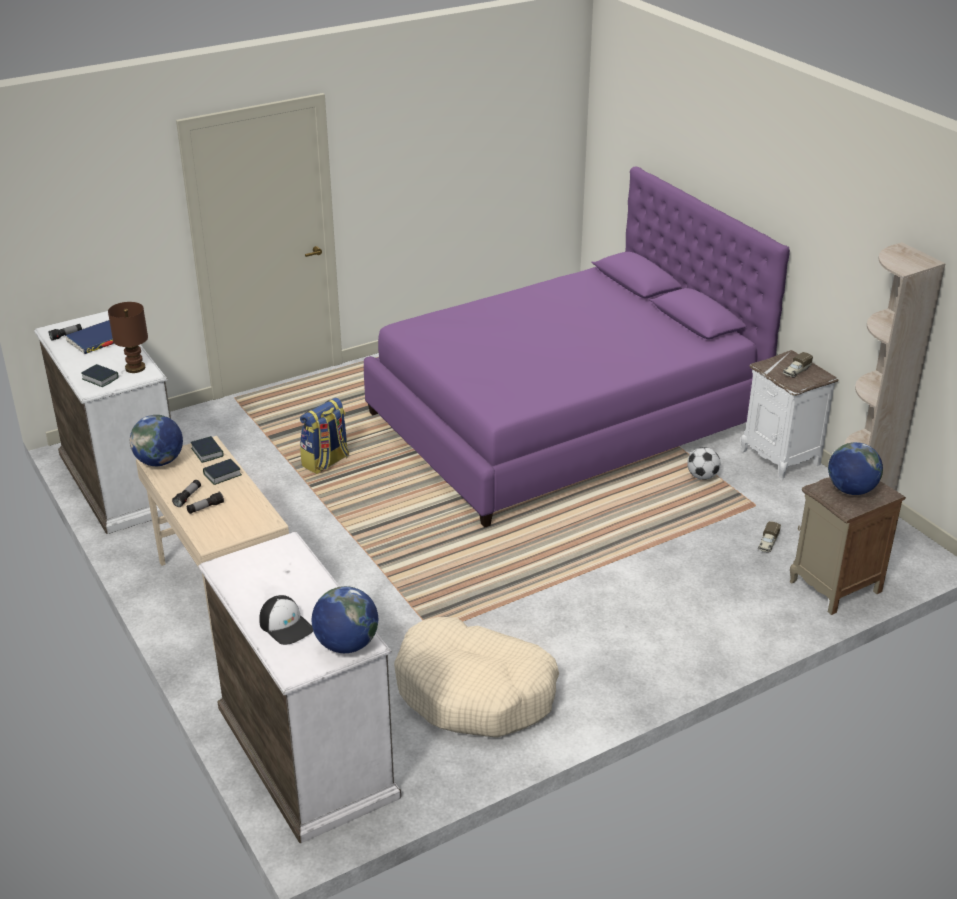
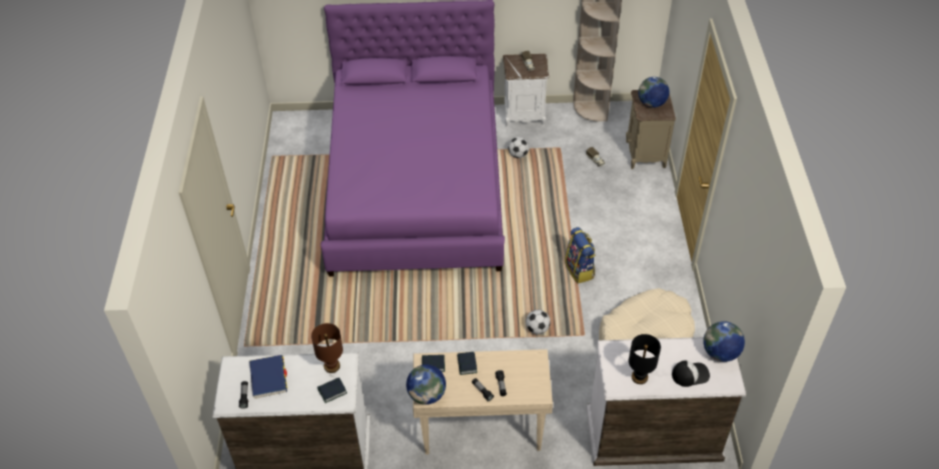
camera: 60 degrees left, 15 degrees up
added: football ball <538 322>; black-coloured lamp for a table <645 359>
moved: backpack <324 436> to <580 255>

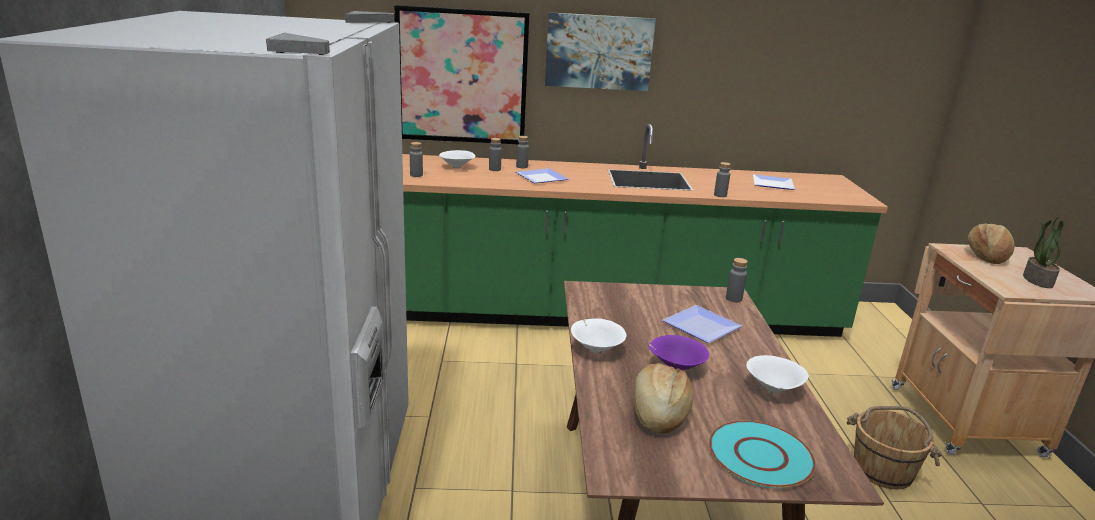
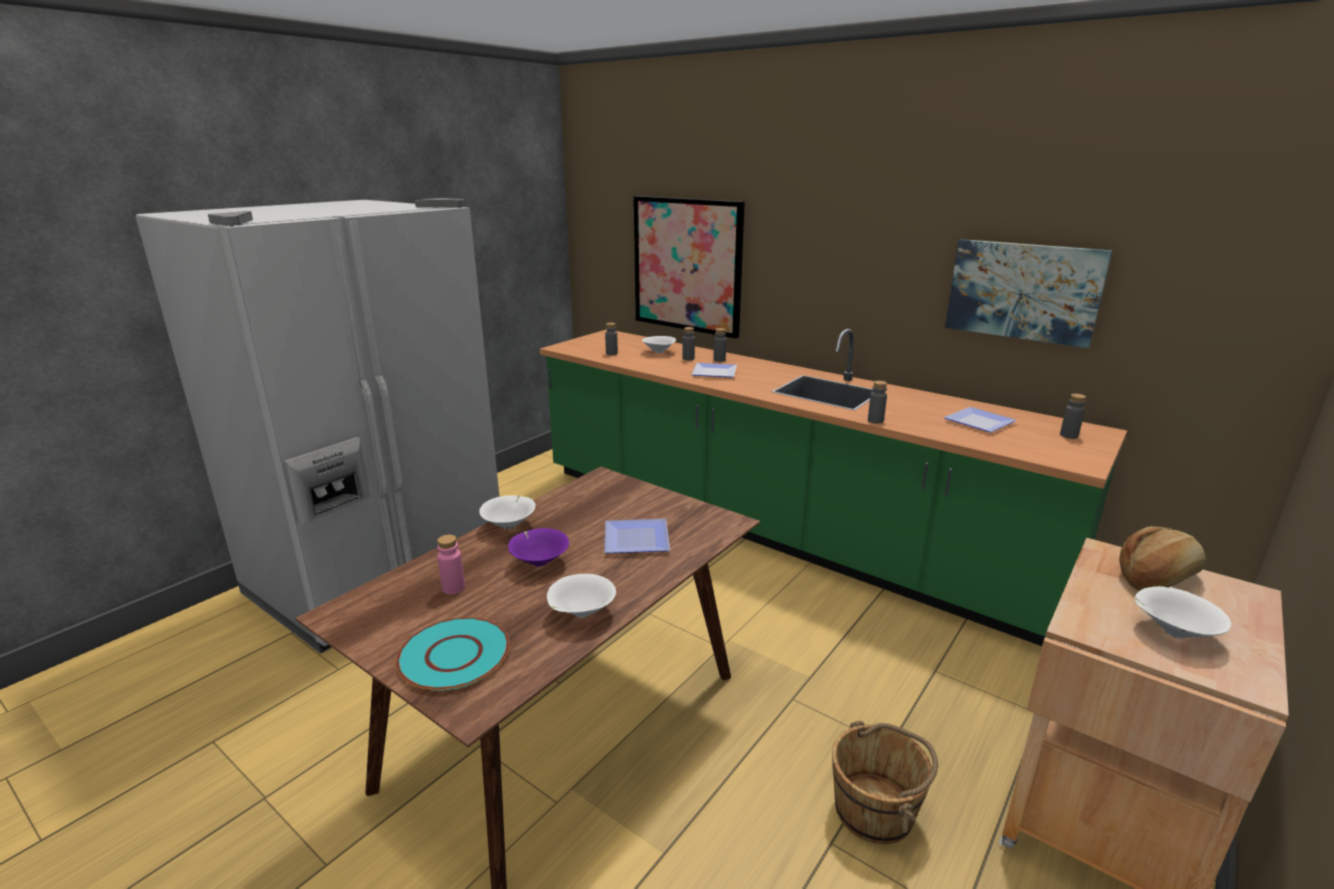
camera: 40 degrees right, 0 degrees up
moved: wall art <600 51> to <1029 293>; greyish drink bottle <737 280> to <1073 416>
replaced: bakery bread <663 398> to pink-coloured drink bottle <451 564>; potted plant <1043 252> to whitish serving bowl <1182 612>

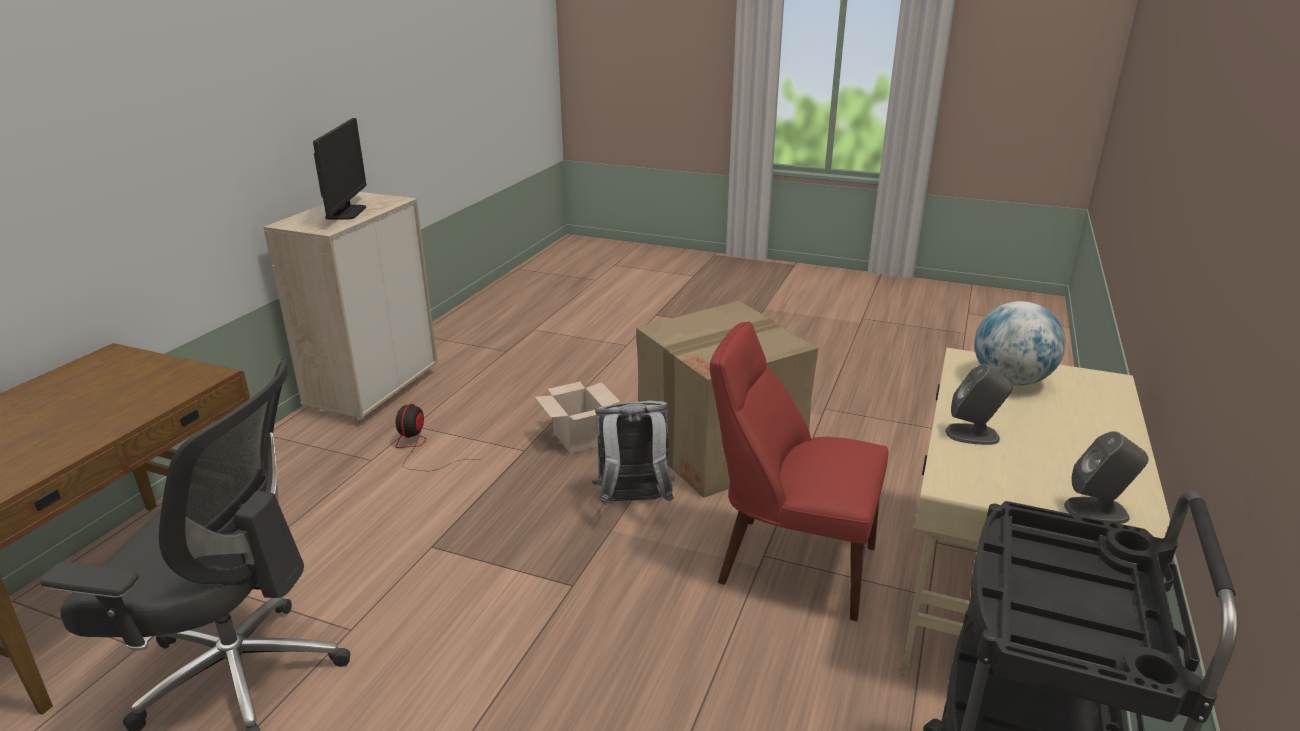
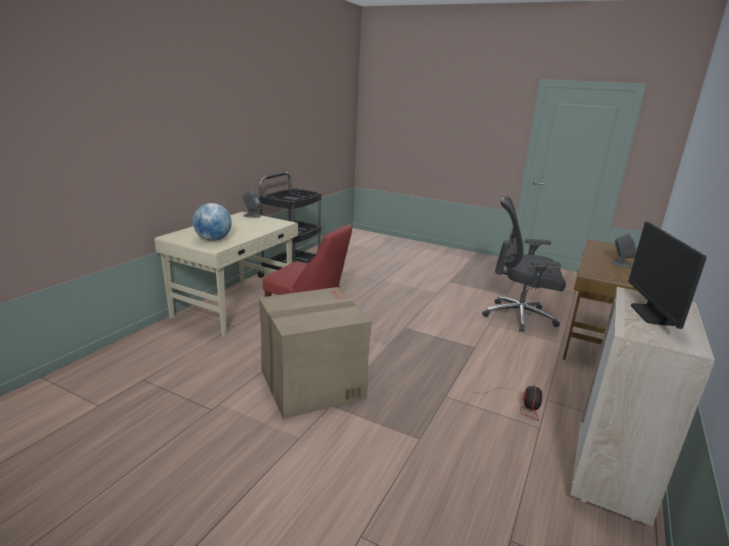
camera: 175 degrees left, 5 degrees down
removed: packing box <577 418>; greyish backpack <633 453>
moved: greyish audio speaker <979 404> to <624 250>

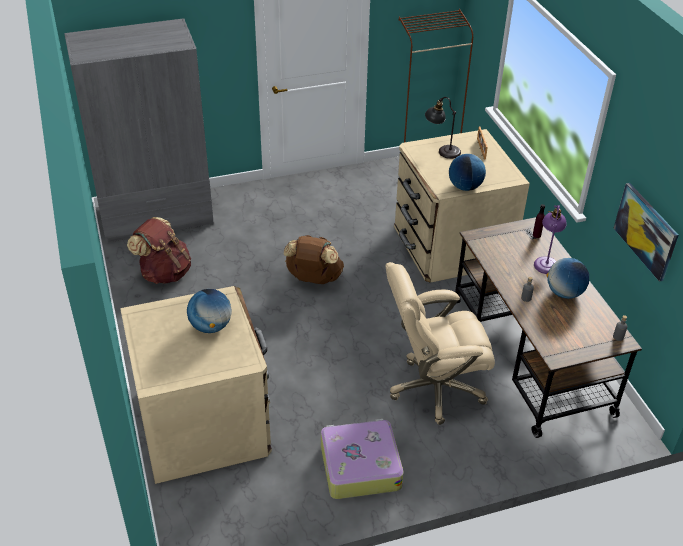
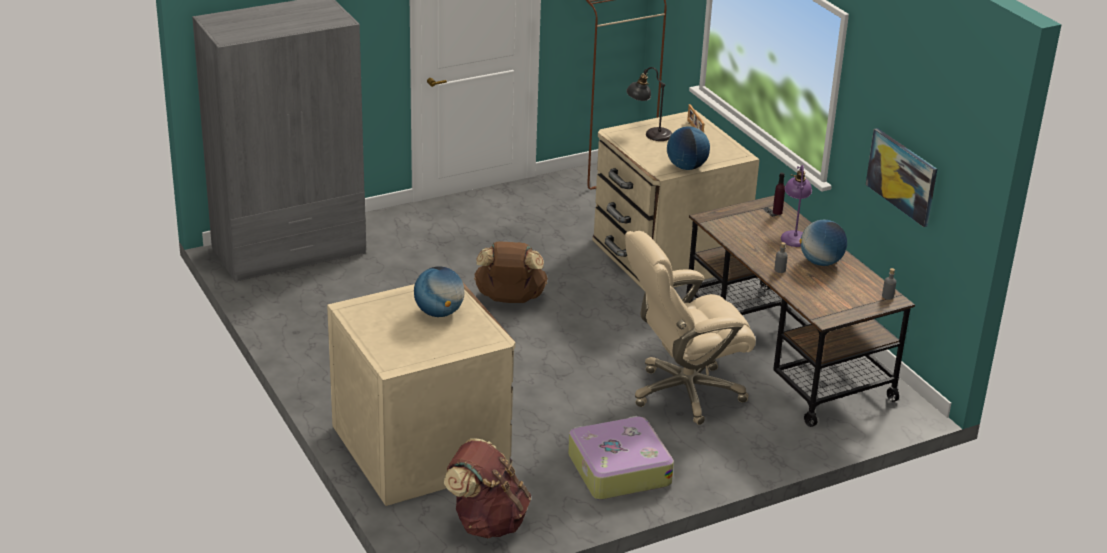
camera: 10 degrees left, 10 degrees down
moved: brownish backpack <159 250> to <487 488>

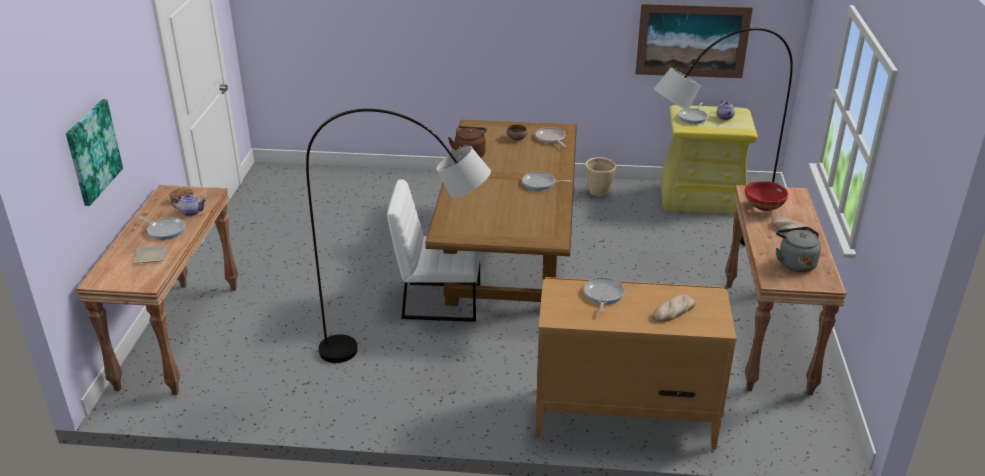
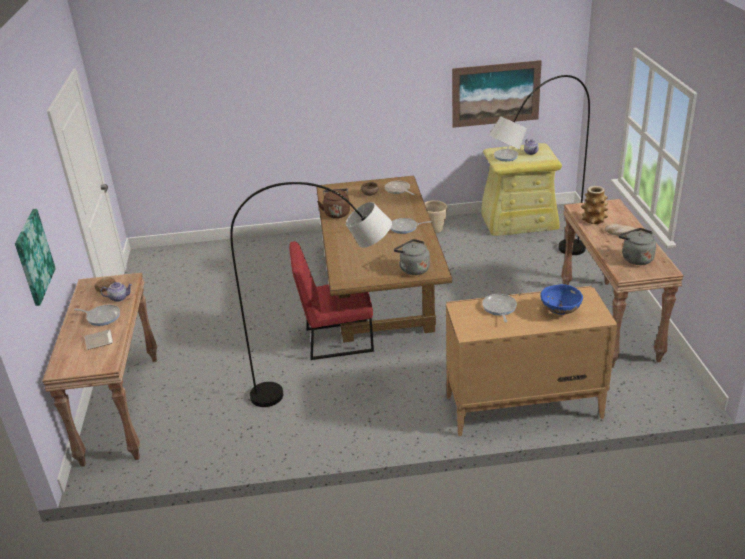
camera: 10 degrees left, 0 degrees up
added: greyish kettle <412 257>
replaced: bakery bread <674 308> to bluish serving bowl <561 299>; red serving bowl <767 196> to flower vase <594 205>
recoloured: whitish plain chair <434 250> to red plain chair <331 300>

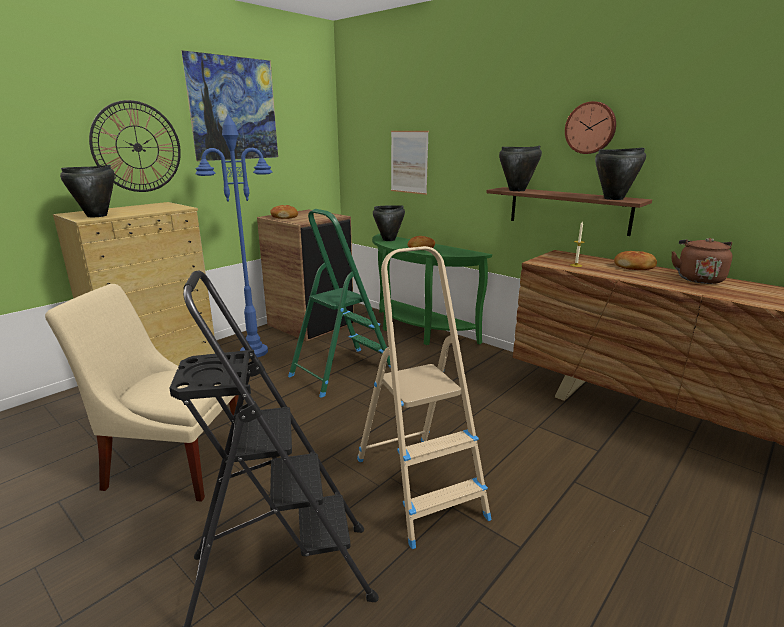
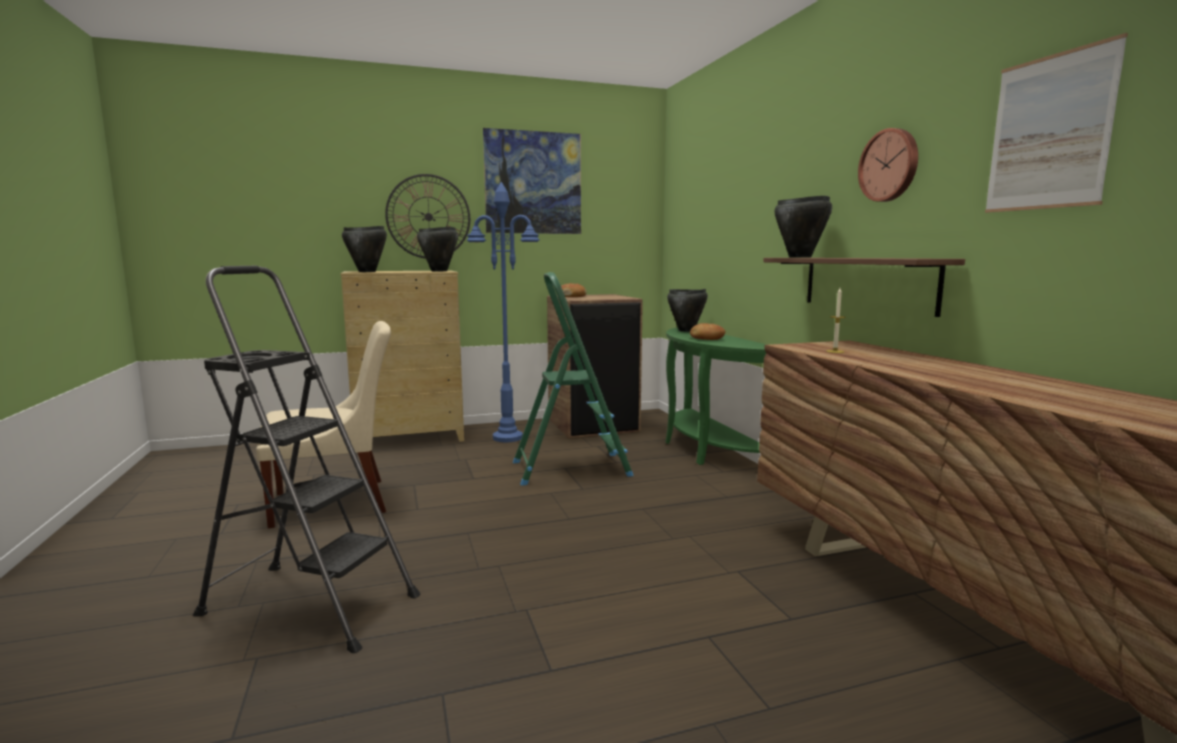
camera: 30 degrees right, 10 degrees down
removed: sand-coloured stepladder <424 397>; bakery bread <635 260>; brownish kettle <702 261>
moved: wall art <410 163> to <1056 123>; black-coloured saucepot <620 174> to <437 249>
turned: sand-coloured plain chair <142 393> = <323 424> 120 degrees clockwise

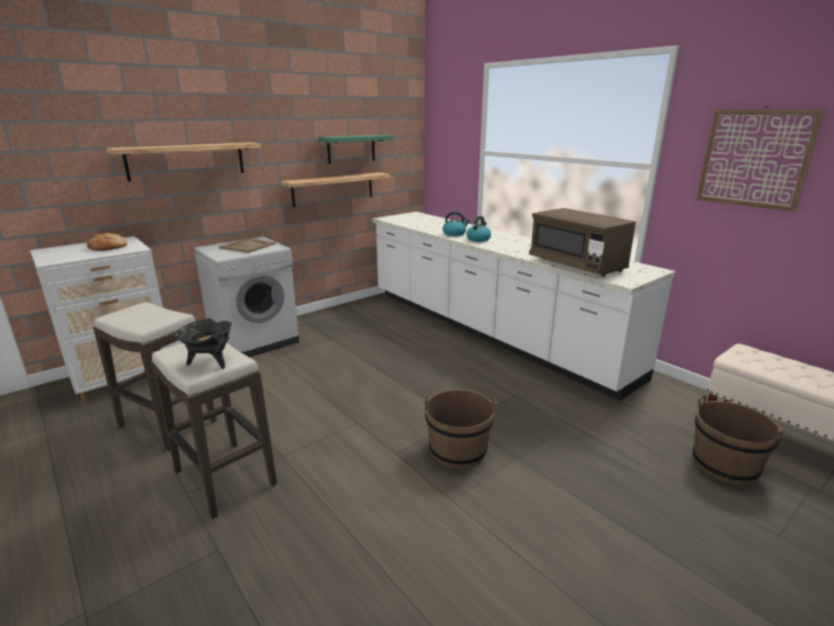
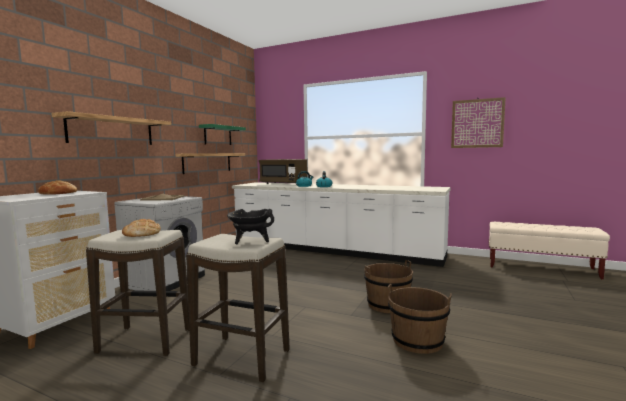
camera: 25 degrees left, 15 degrees down
added: bakery bread <141 228>
moved: brownish kitchen microwave <582 242> to <283 172>; brownish bucket <739 439> to <419 319>

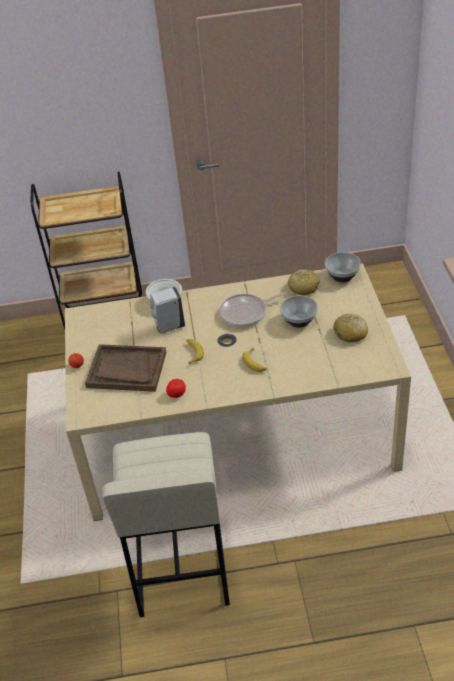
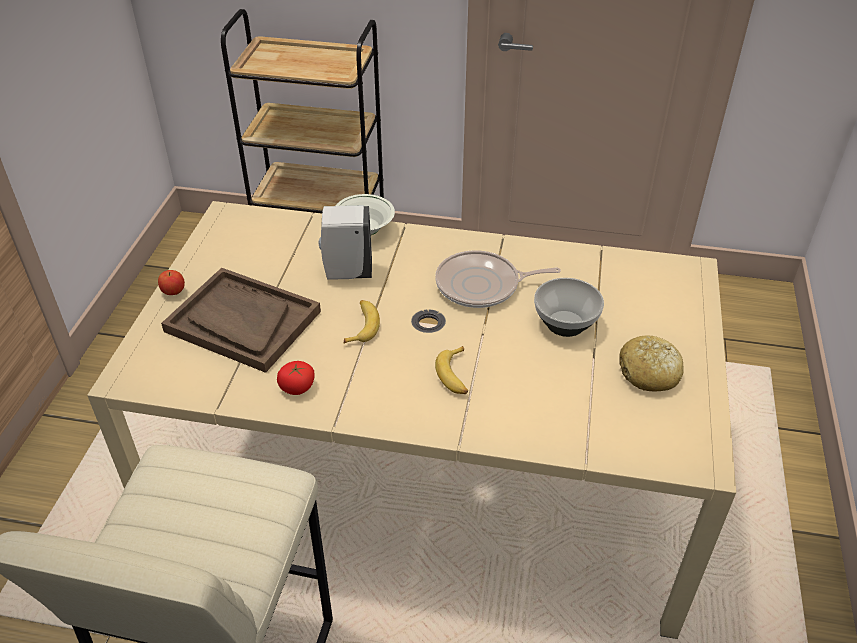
camera: 15 degrees right, 0 degrees up
removed: bakery bread <303 282>; serving bowl <343 267>

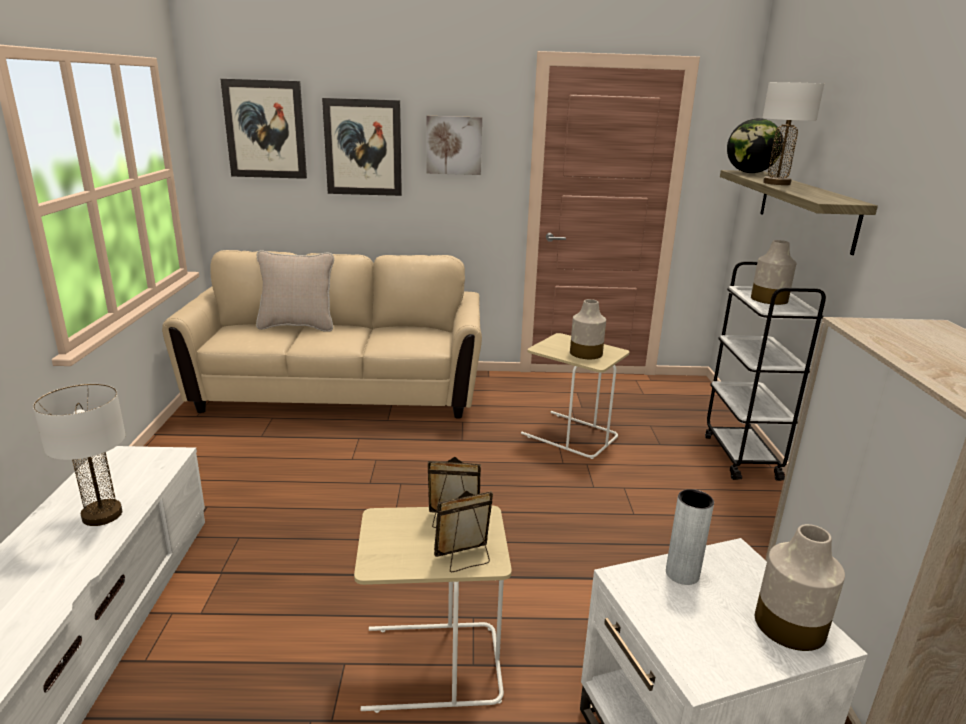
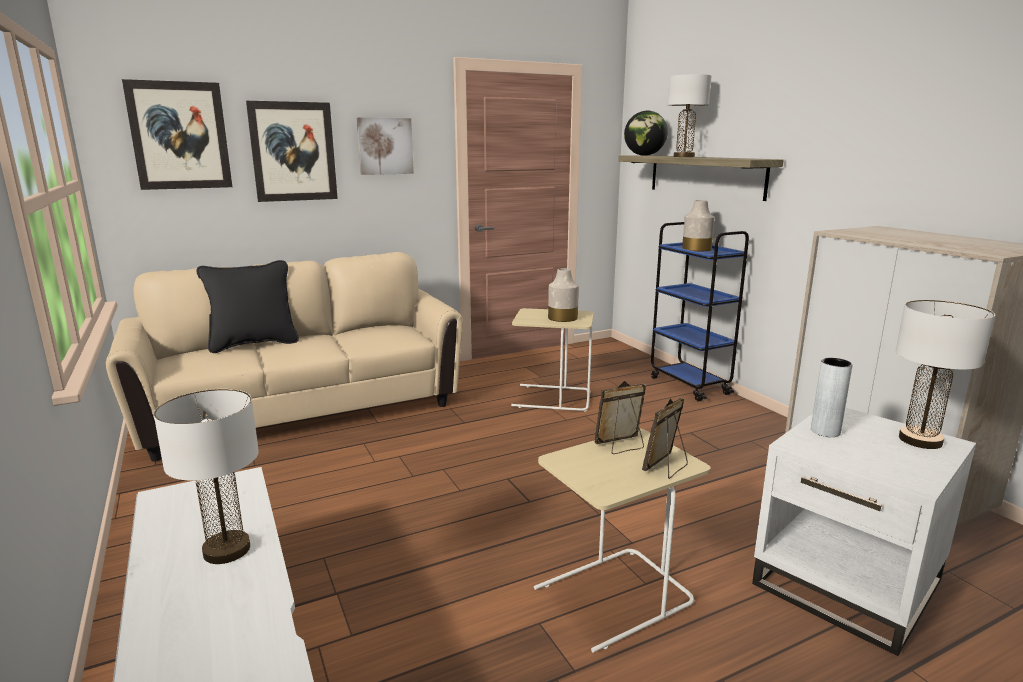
camera: 25 degrees left, 5 degrees down
replaced: sand-coloured flower vase <800 587> to lamp for a table <945 374>
recoloured: sand-coloured pillow <295 291> to black-coloured pillow <248 306>; whitish cart <765 371> to bluish cart <700 311>

